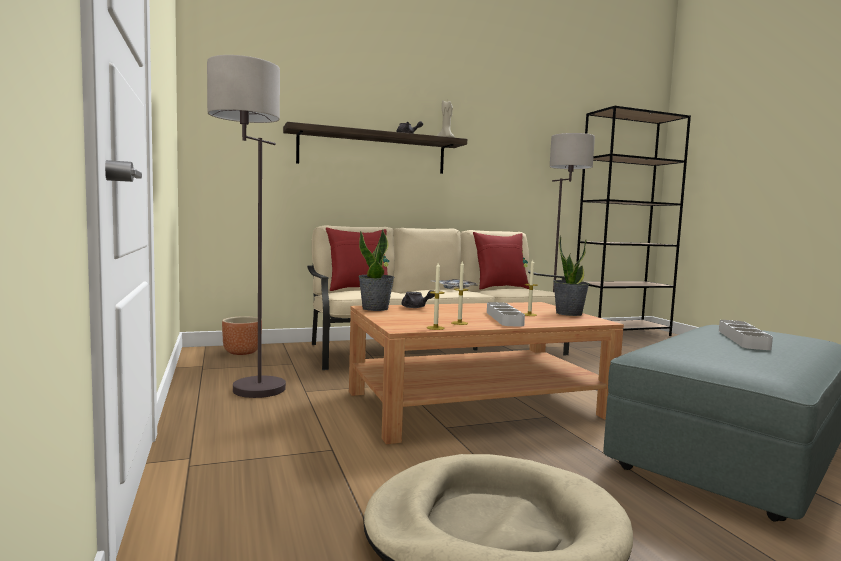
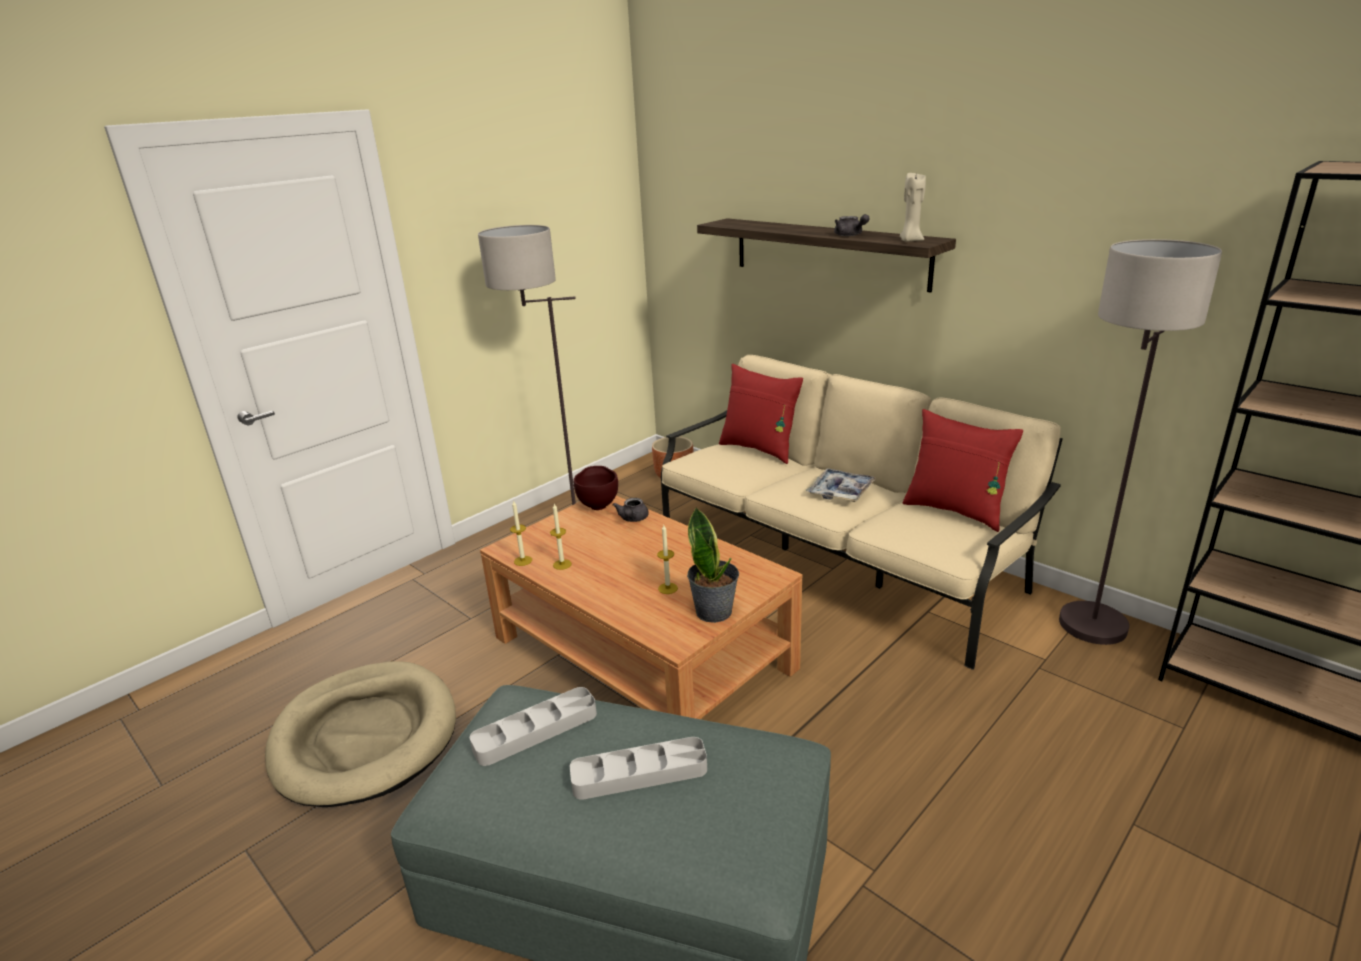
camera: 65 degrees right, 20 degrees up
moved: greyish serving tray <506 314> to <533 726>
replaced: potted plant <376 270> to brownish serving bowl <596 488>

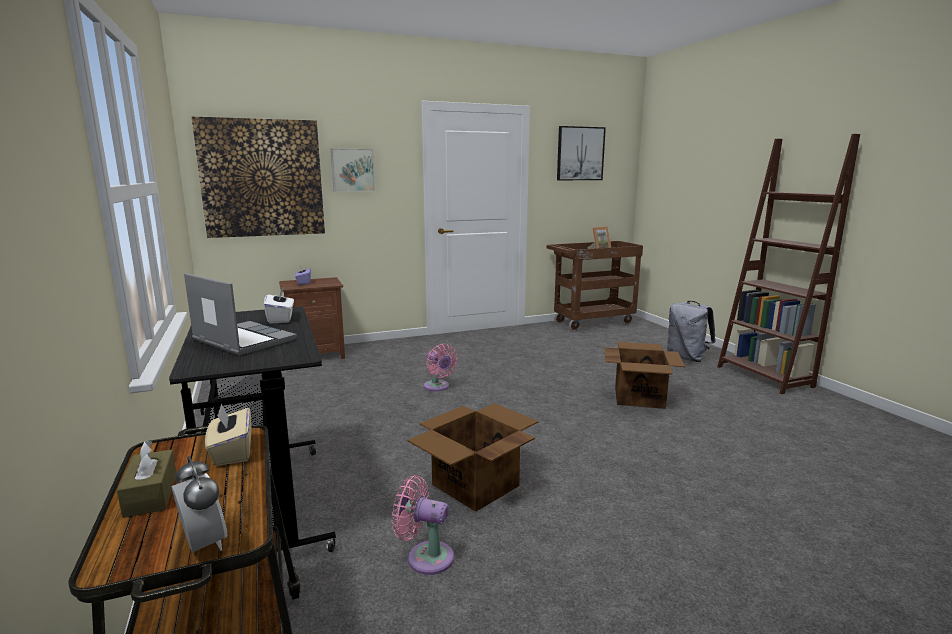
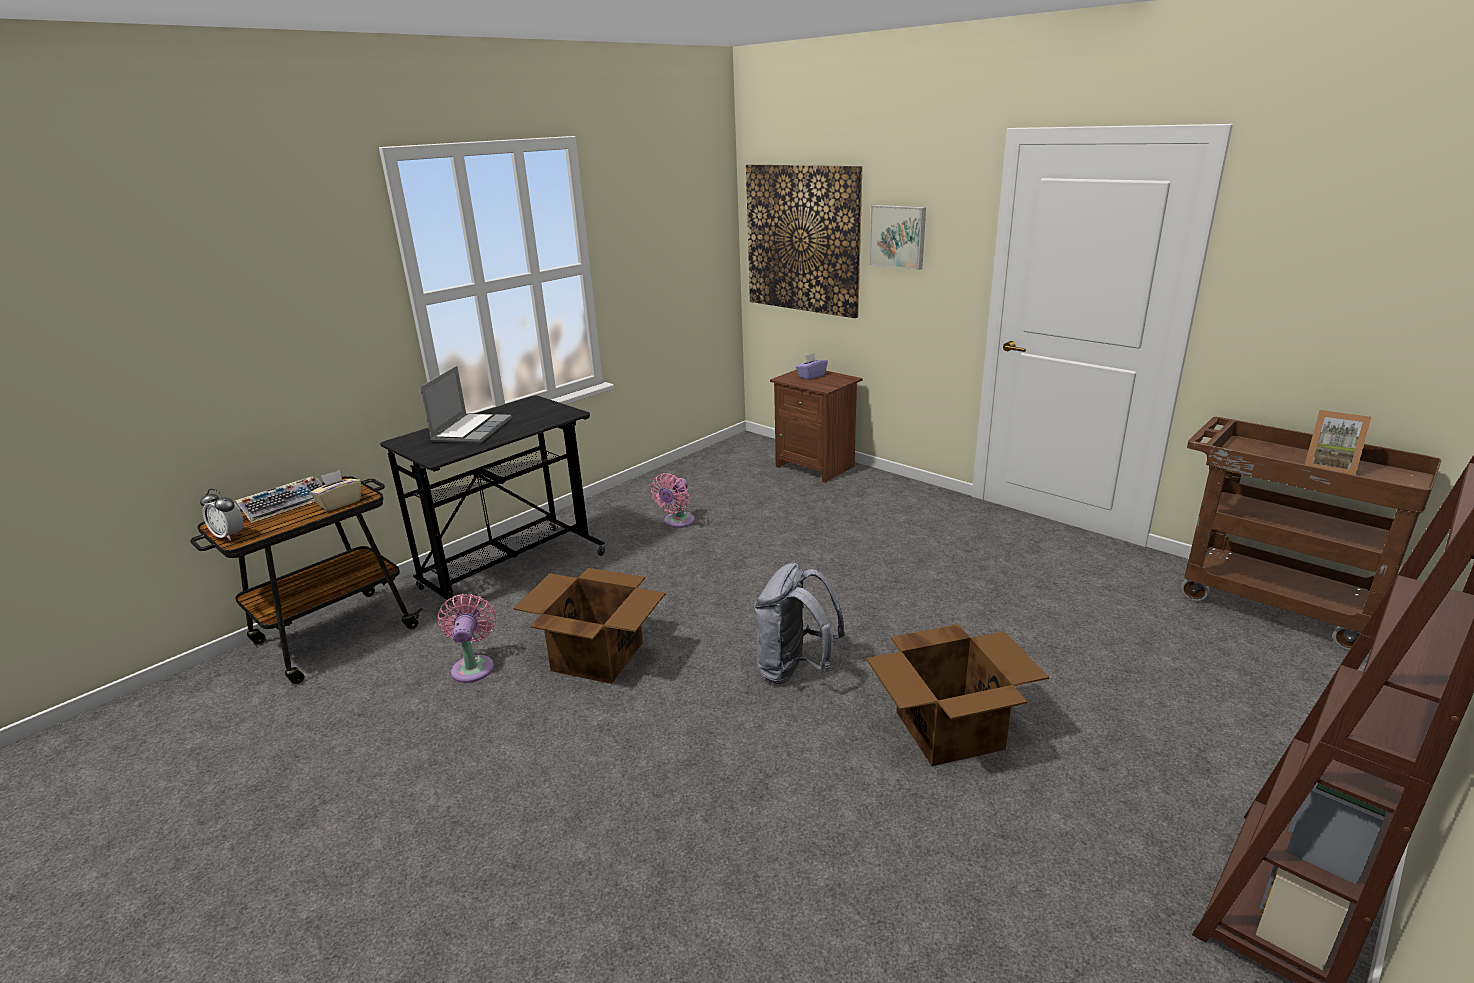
camera: 65 degrees right, 10 degrees up
removed: whitish box of tissues <279 306>; wall art <581 153>
moved: pink-coloured electric fan <441 367> to <673 500>; greyish backpack <691 331> to <799 623>
replaced: brownish box of tissues <146 479> to keyboard <279 500>
turned: alarm clock <199 504> = <222 515> 90 degrees clockwise

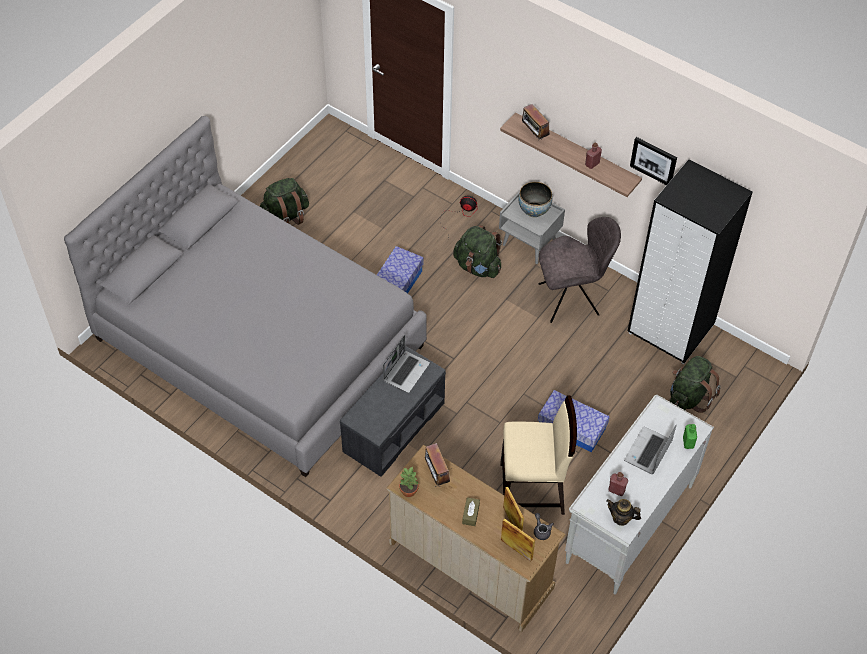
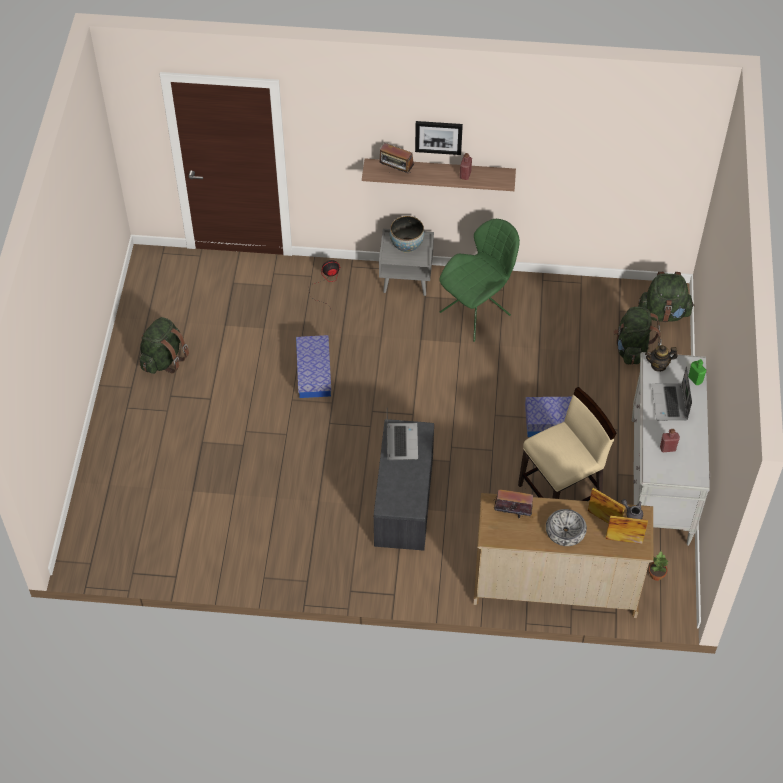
camera: 30 degrees left, 0 degrees up
removed: greyish sleeping bed <245 296>; clothes cupboard <690 261>
moved: potted plant <409 482> to <659 566>; green-coloured backpack <477 251> to <666 297>; teapot <623 512> to <661 358>; wall art <653 161> to <439 138>
replaced: brownish box of tissues <471 511> to serving bowl <566 527>
recoloured: greyish plain chair <580 270> to green-coloured plain chair <479 280>
turned: radio set <437 465> = <513 504> 150 degrees clockwise

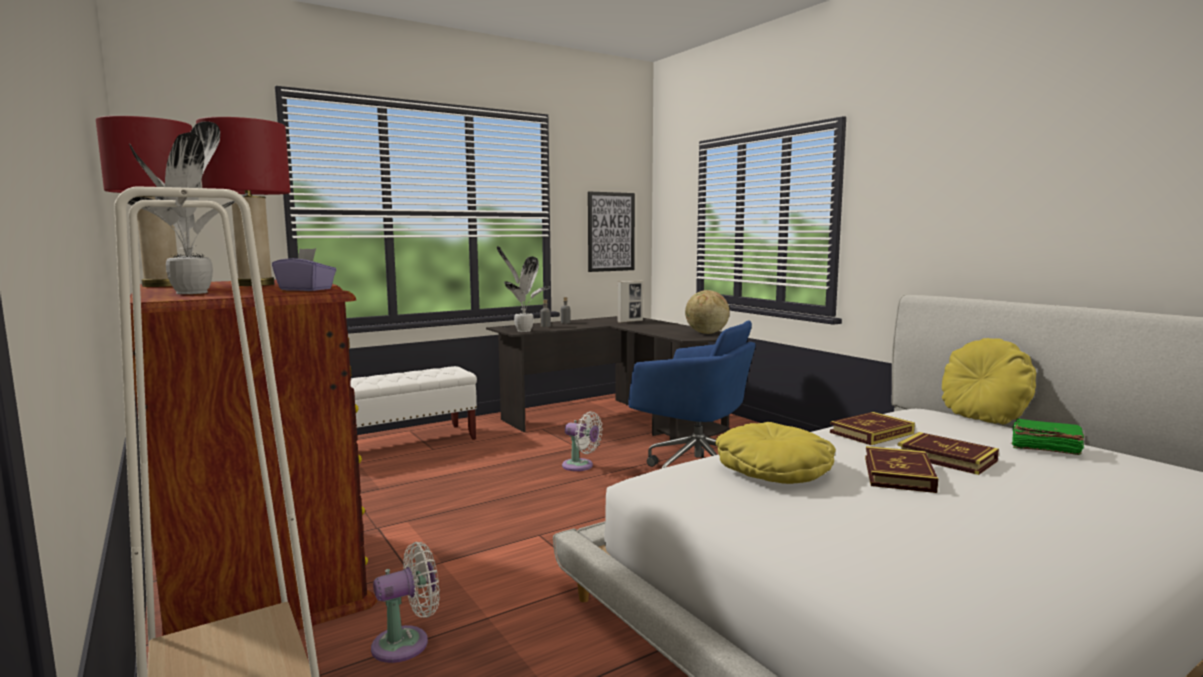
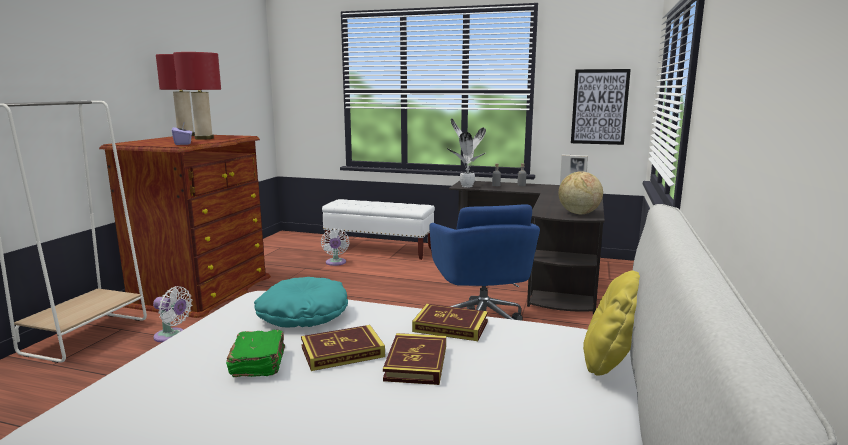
camera: 50 degrees right, 5 degrees up
removed: potted plant <188 207>
moved: whitish electric fan <582 441> to <335 247>; green-coloured bound book <1047 436> to <255 353>
recoloured: yellow-coloured pillow <775 453> to blue-green pillow <301 302>

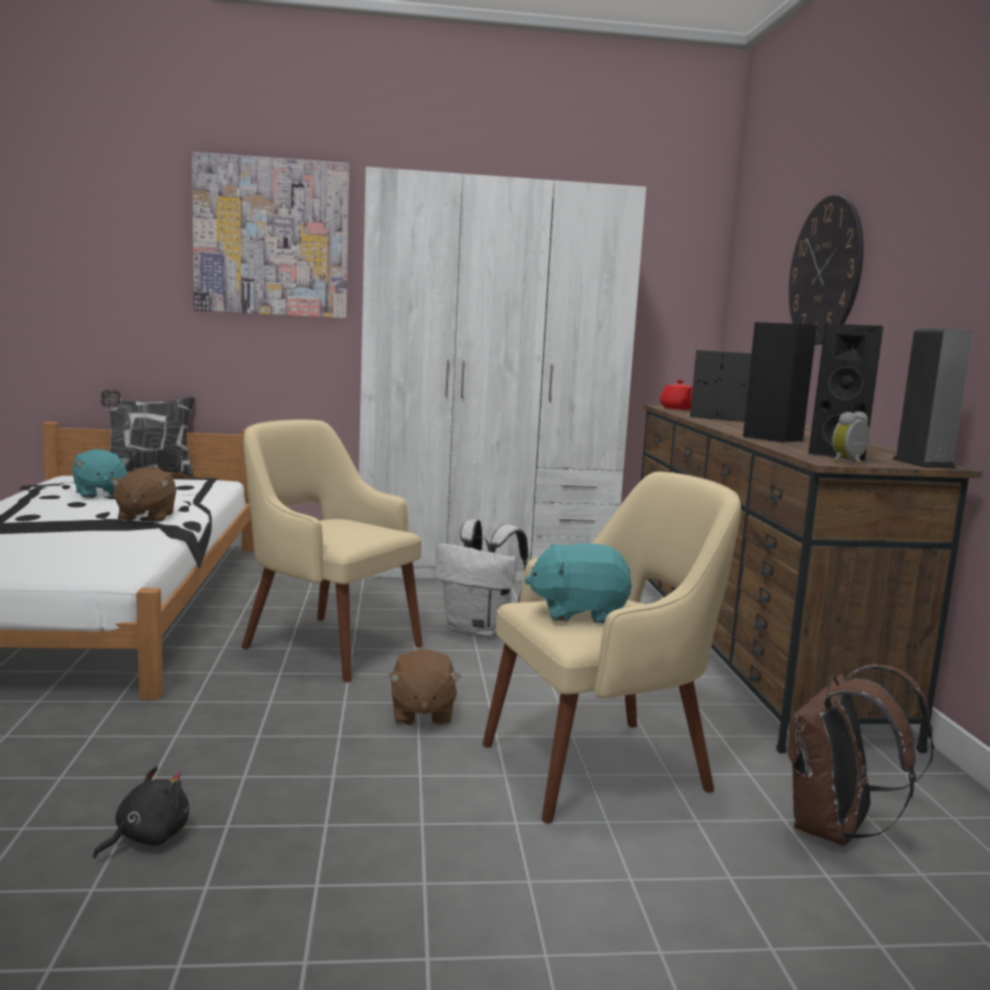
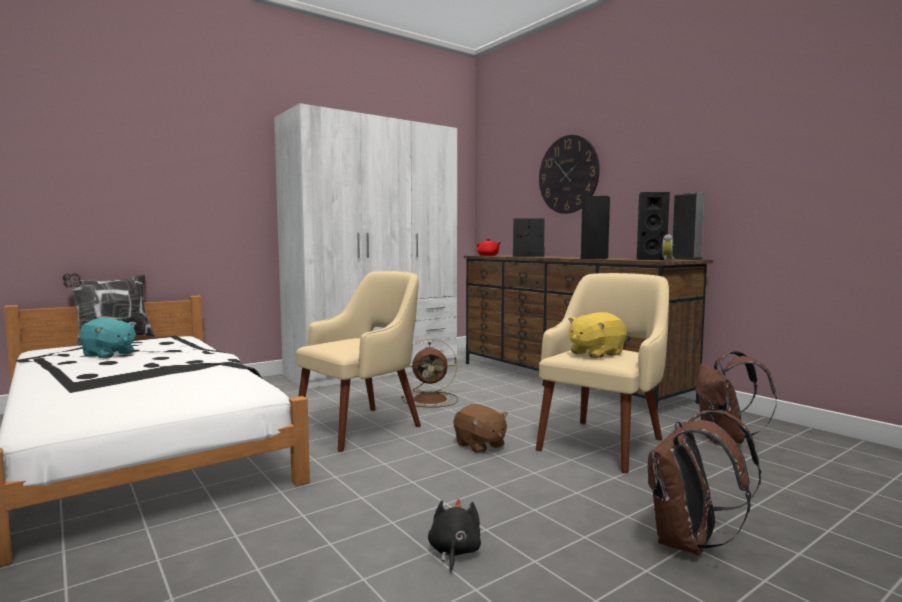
camera: 30 degrees left, 5 degrees down
removed: brownish cuddly toy <143 495>; wall art <270 235>
added: brownish backpack <704 482>
replaced: whitish backpack <481 578> to brownish electric fan <429 373>
recoloured: blue-green cuddly toy <578 583> to yellow-coloured cuddly toy <597 335>
turned: sand-coloured lounge chair <332 551> = <358 361> 135 degrees clockwise

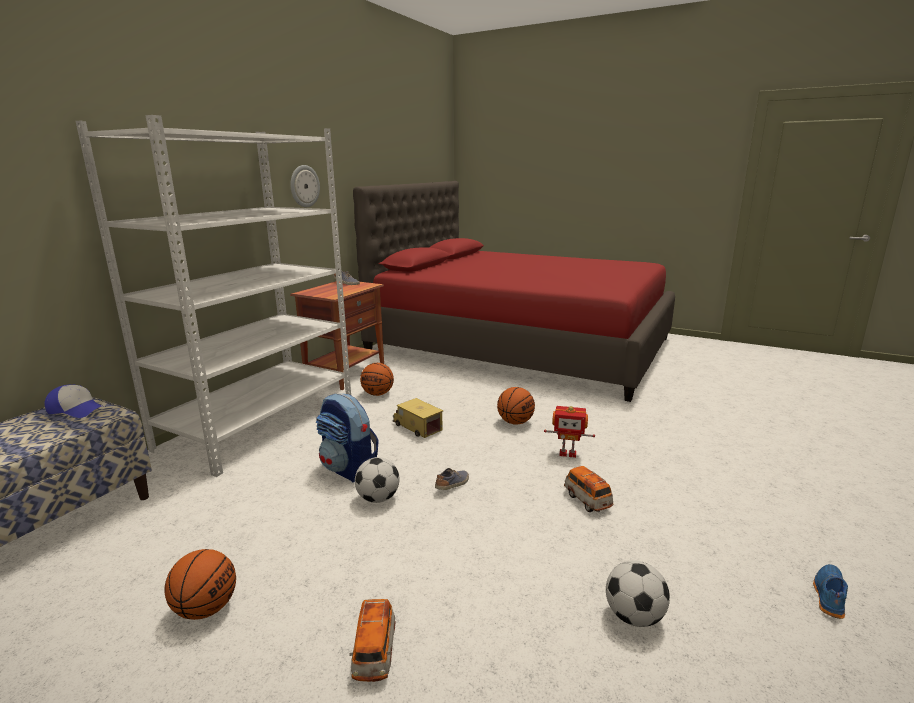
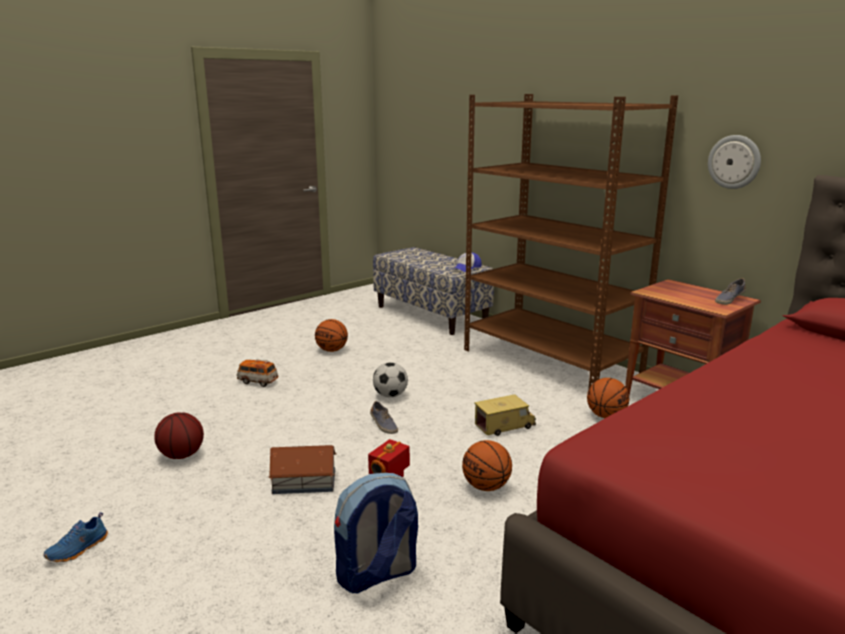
camera: 110 degrees right, 0 degrees up
moved: backpack <347 438> to <376 533>
replaced: toy car <588 489> to toy house <302 469>; football ball <638 593> to ball for basketball <179 435>
recoloured: whitish bookcase <213 296> to brownish bookcase <571 242>
turned: bluish shoe <830 591> = <75 537> 75 degrees clockwise

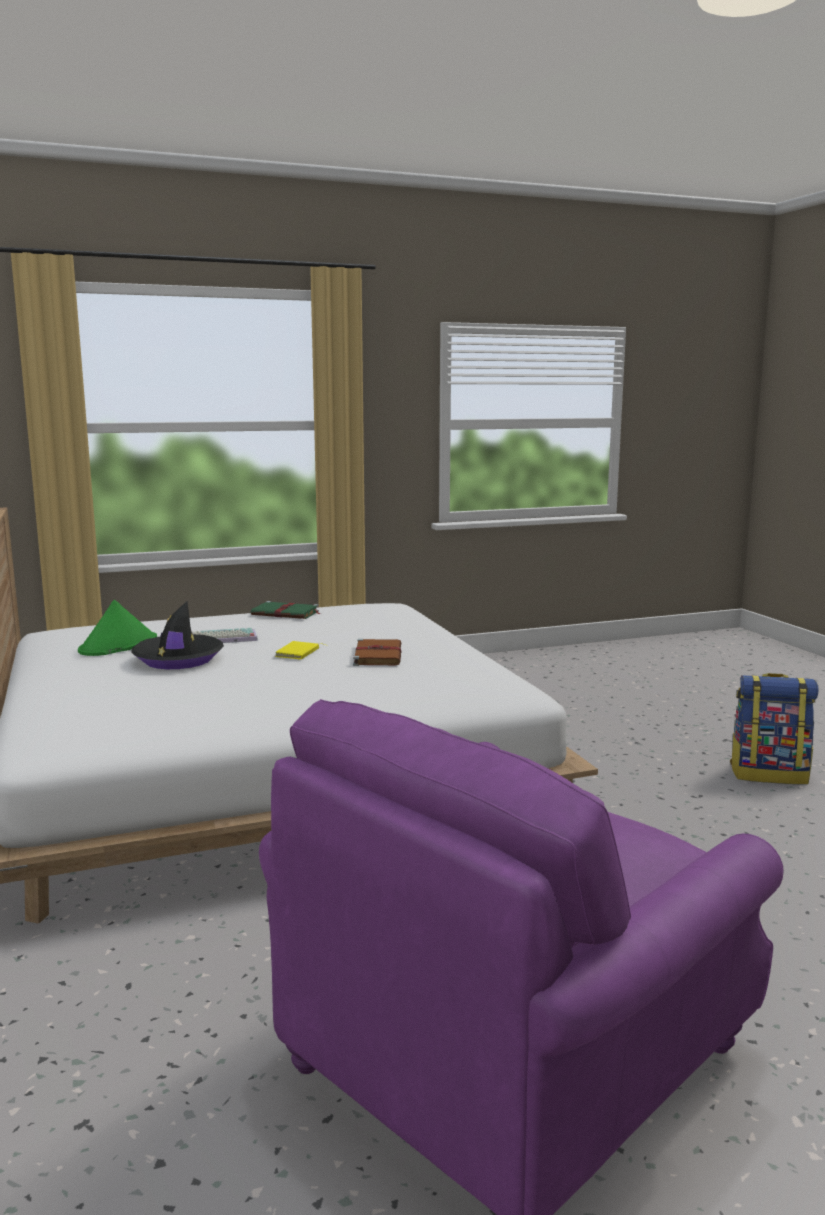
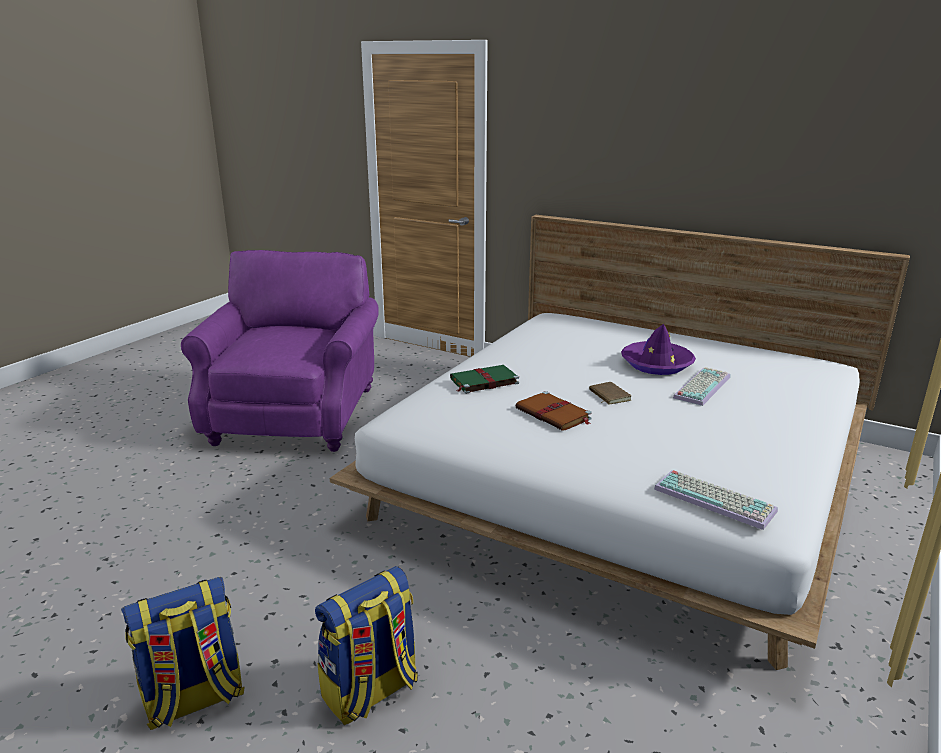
camera: 140 degrees right, 10 degrees up
removed: green-coloured hat <117 628>
added: backpack <366 645>; keyboard <716 500>
moved: green-coloured bound book <285 610> to <484 379>
recoloured: black-coloured hat <177 635> to purplish hat <658 349>; yellow-coloured bound book <301 650> to brownish bound book <610 393>

